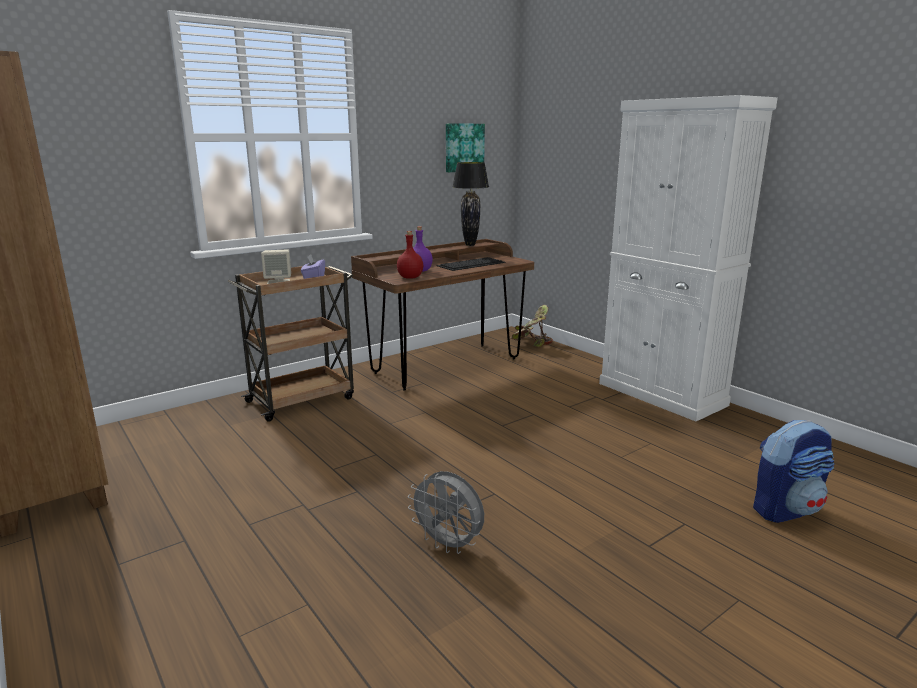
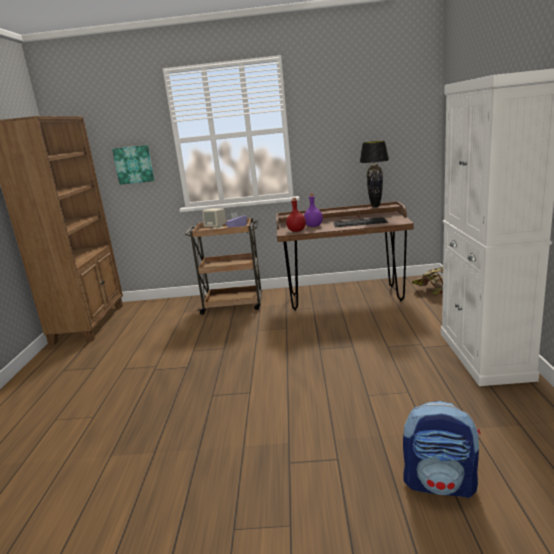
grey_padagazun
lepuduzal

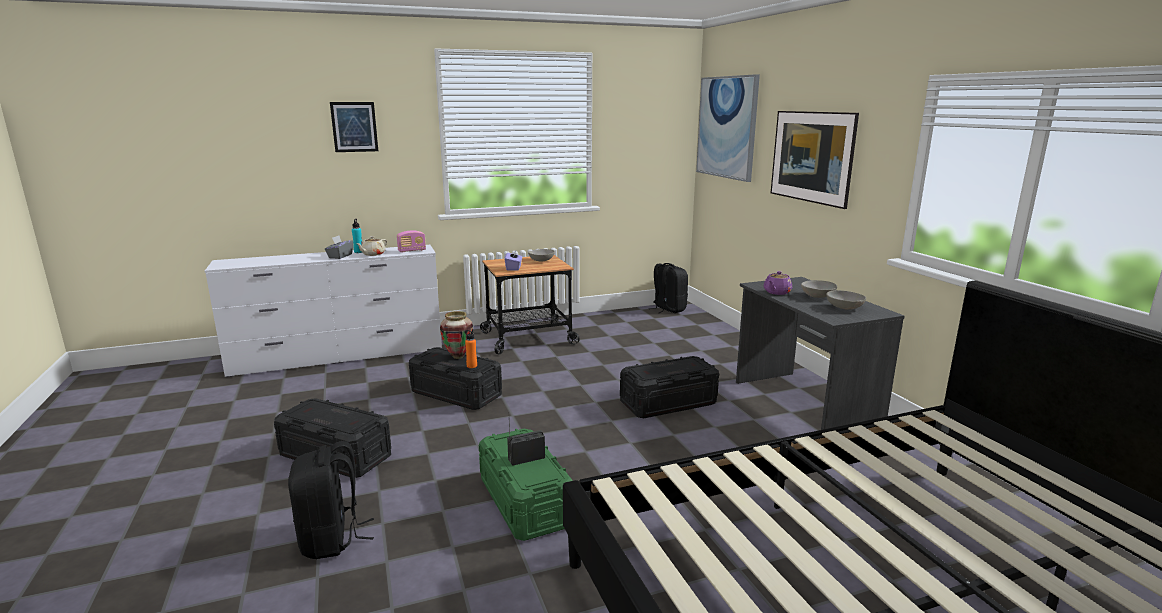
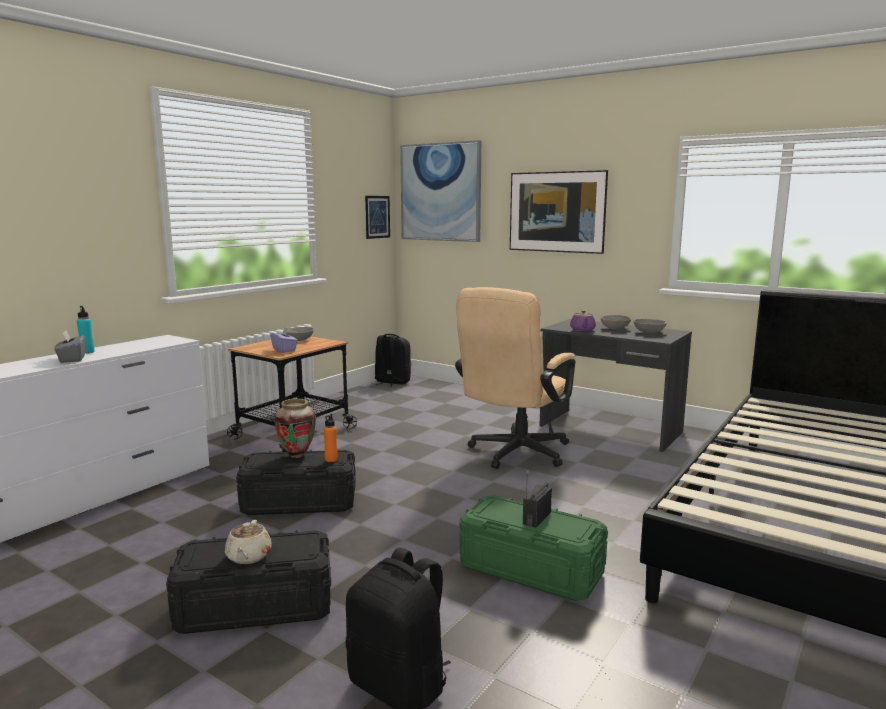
lepuduzal (no. 1 from left)
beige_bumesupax
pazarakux (no. 1 from left in the first image)
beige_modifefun

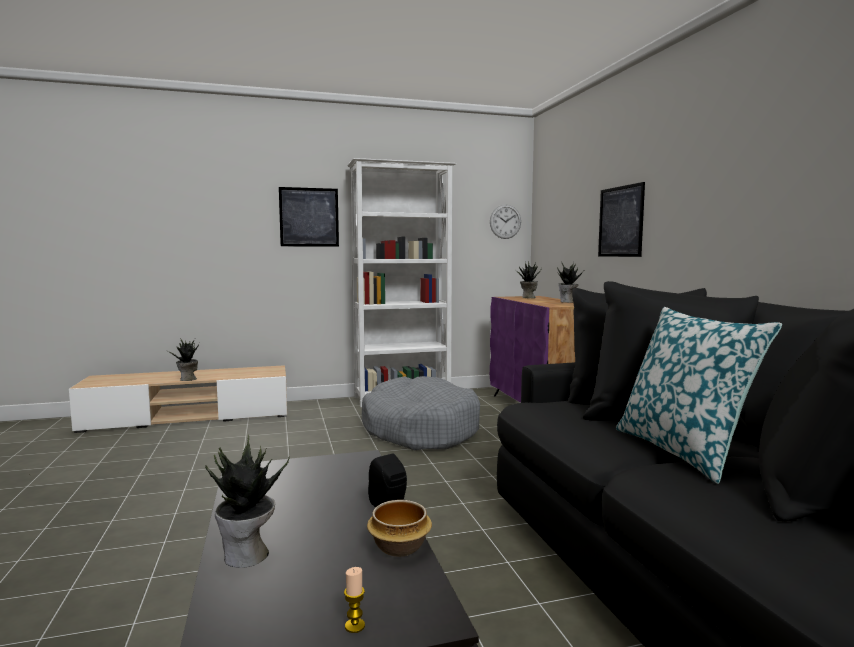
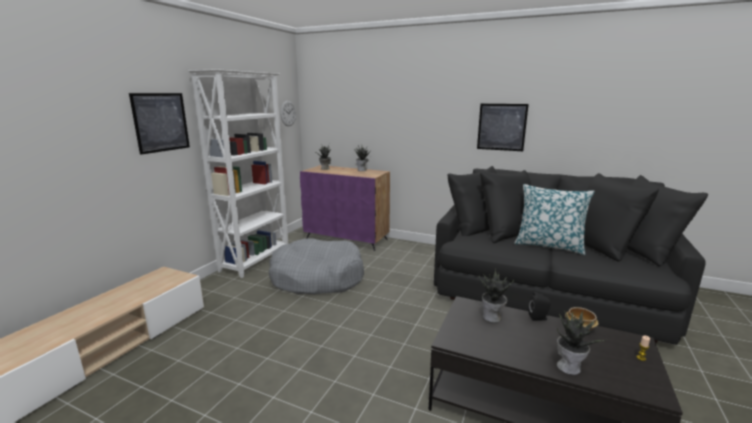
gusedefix (no. 3 from left)
lepuduzal (no. 2 from left)

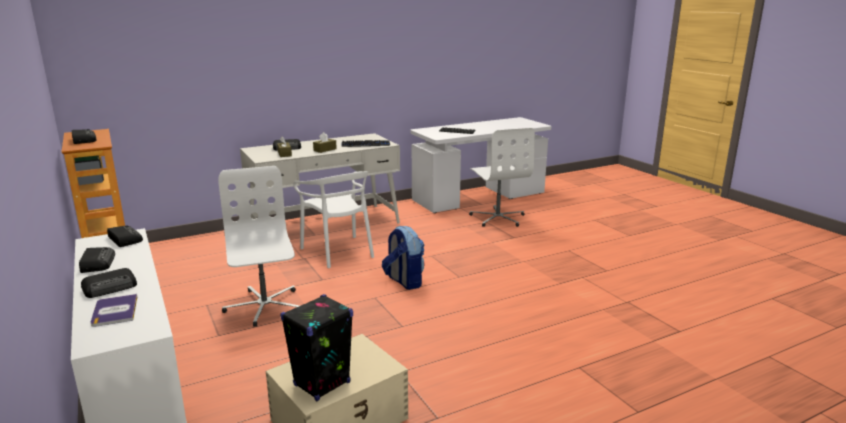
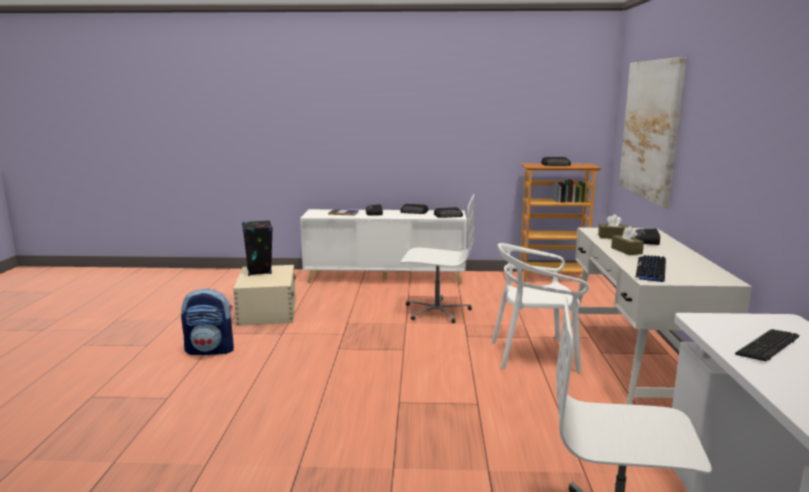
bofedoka
lepuduzal

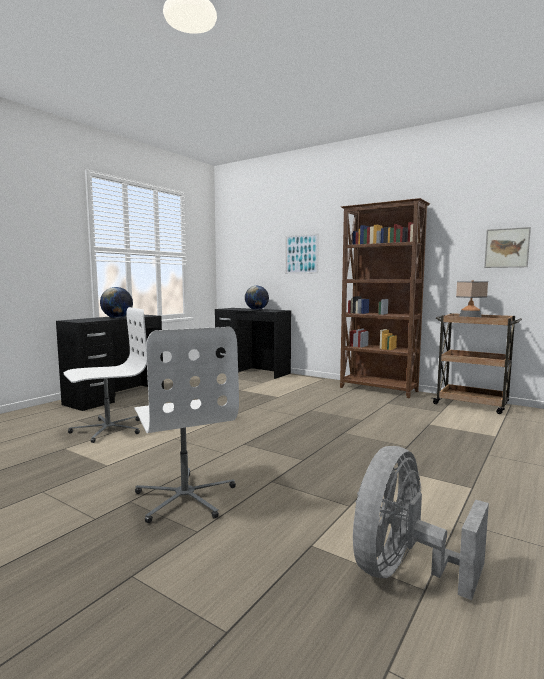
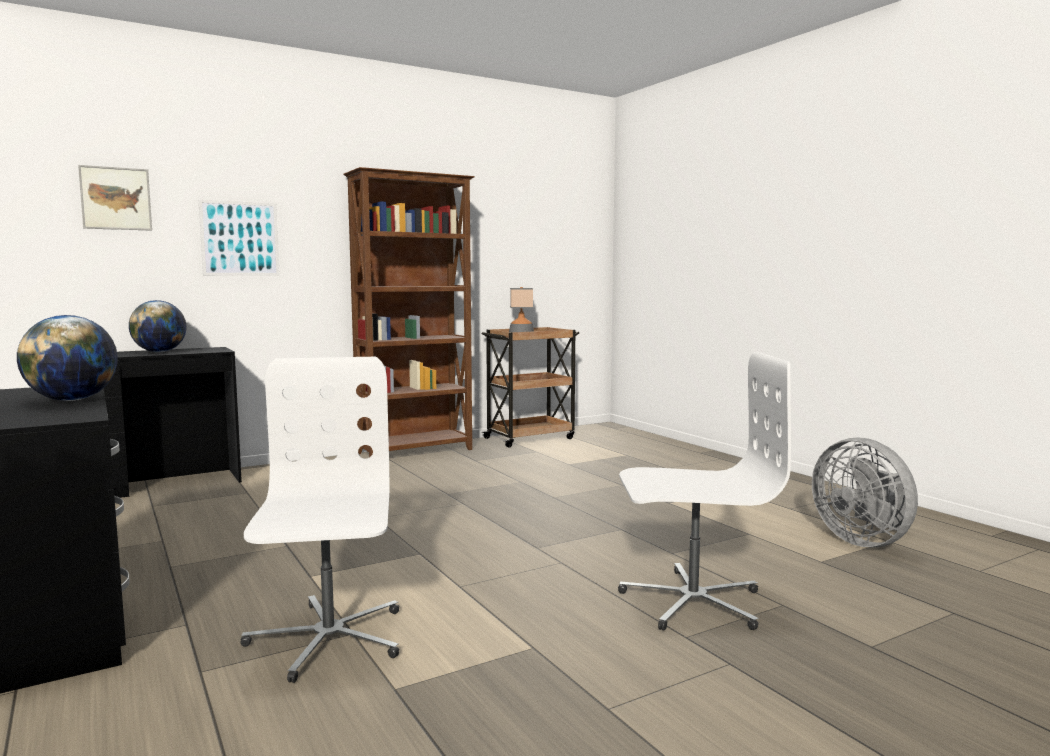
lepuduzal (no. 1 from left)

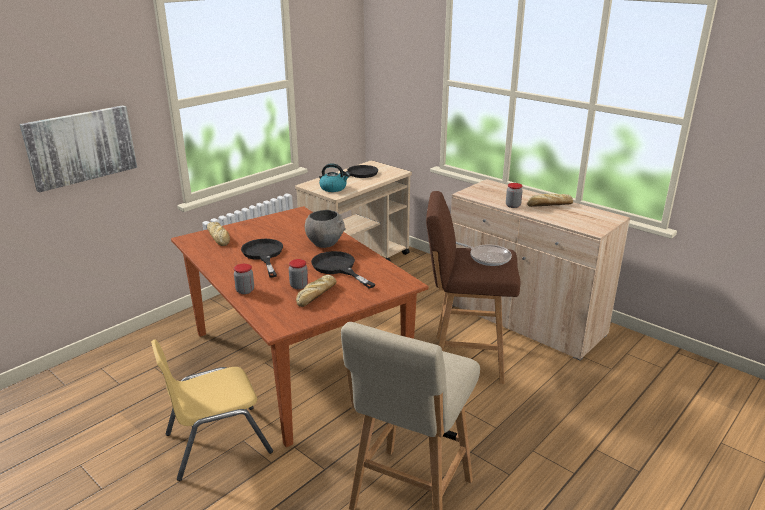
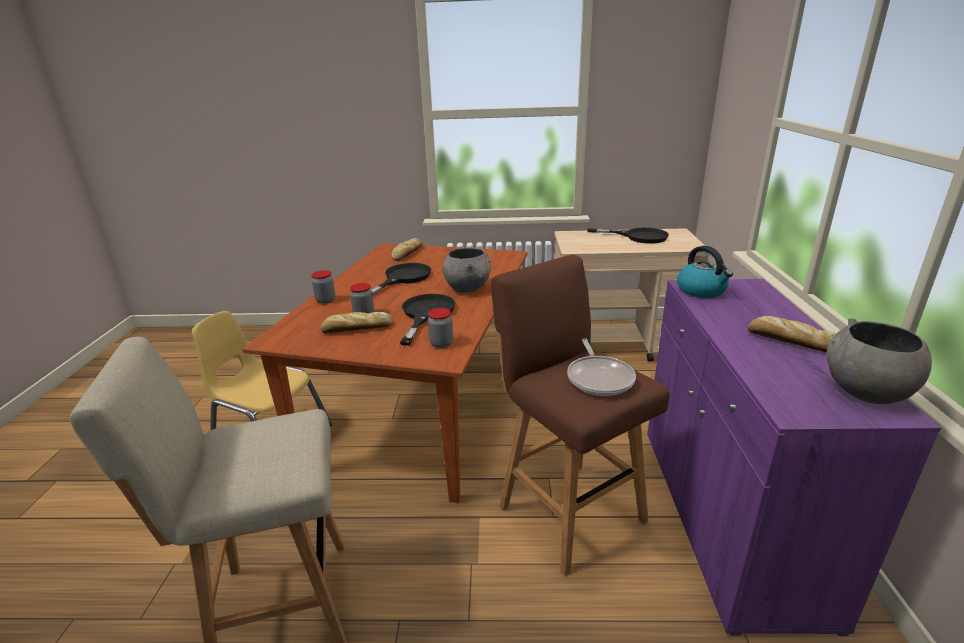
lepuduzal
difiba
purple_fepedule
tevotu (no. 3 from left)
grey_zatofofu (no. 2 from left)

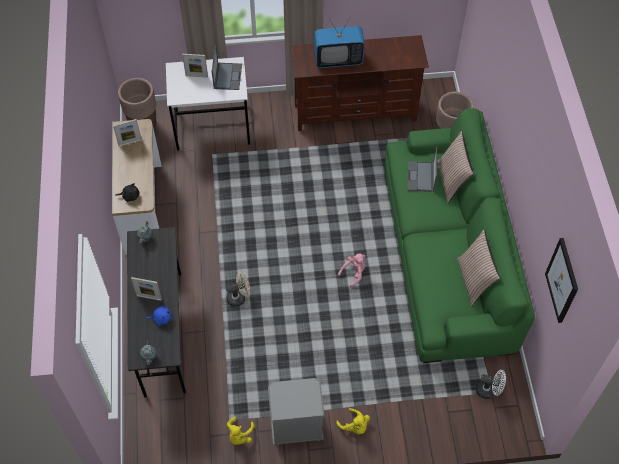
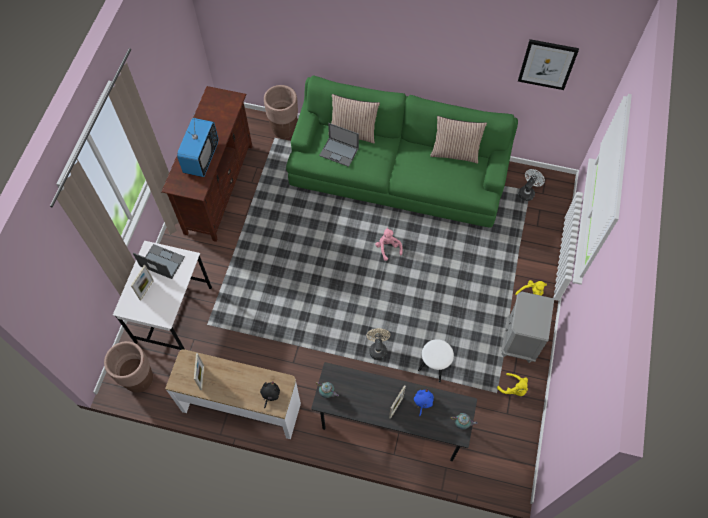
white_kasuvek

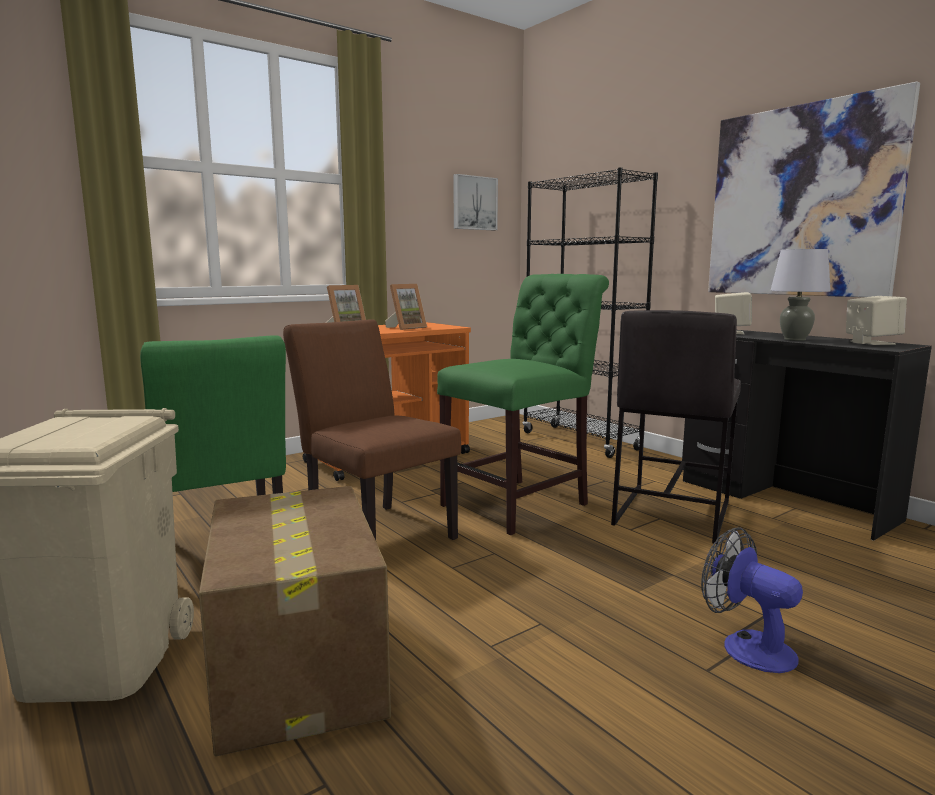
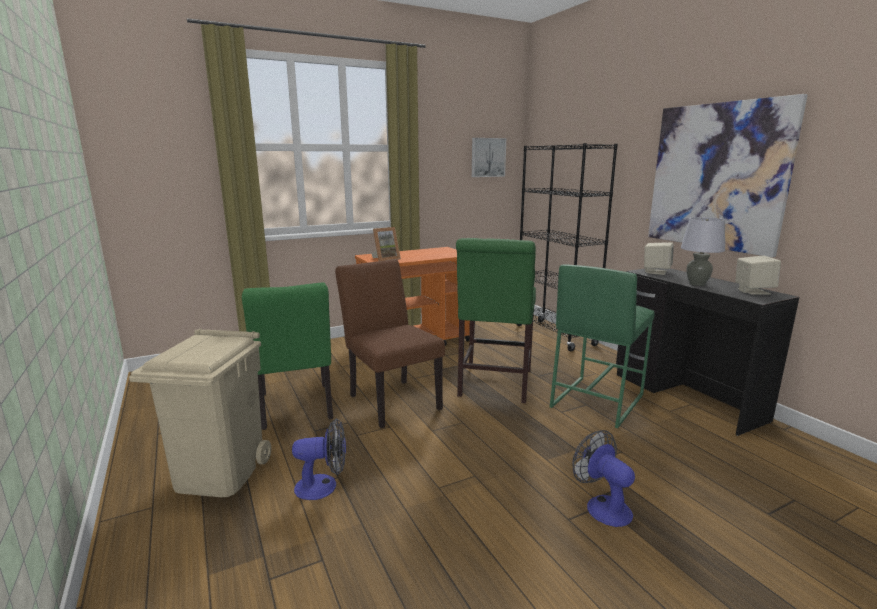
padagazun (no. 1 from left)
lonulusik (no. 2 from left in the first image)
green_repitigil (no. 2 from left)
green_kasuvek

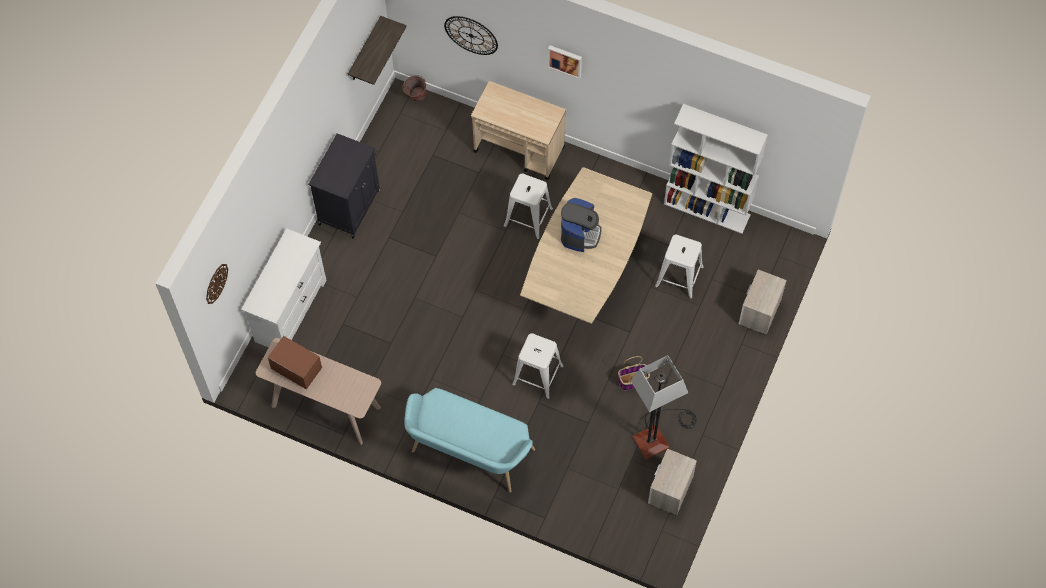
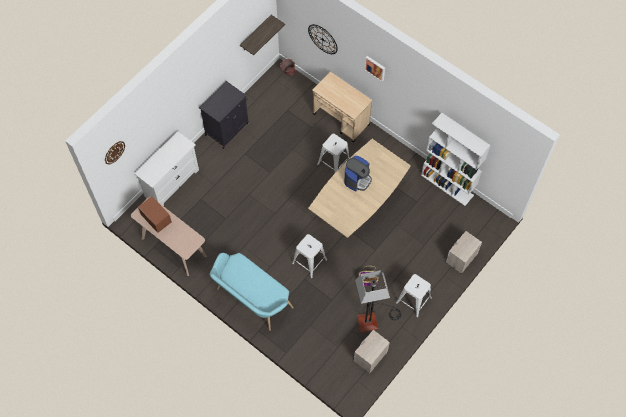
white_kasuvek (no. 3 from left)

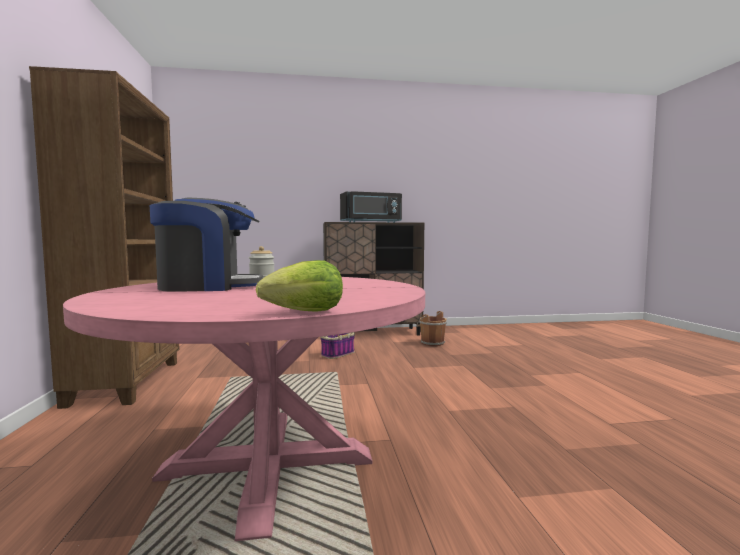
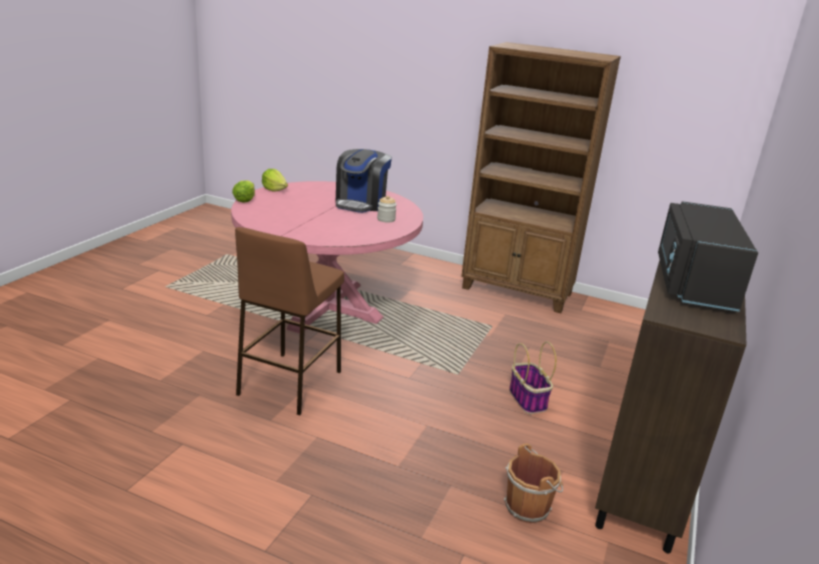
brown_kasuvek
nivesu (no. 2 from left)

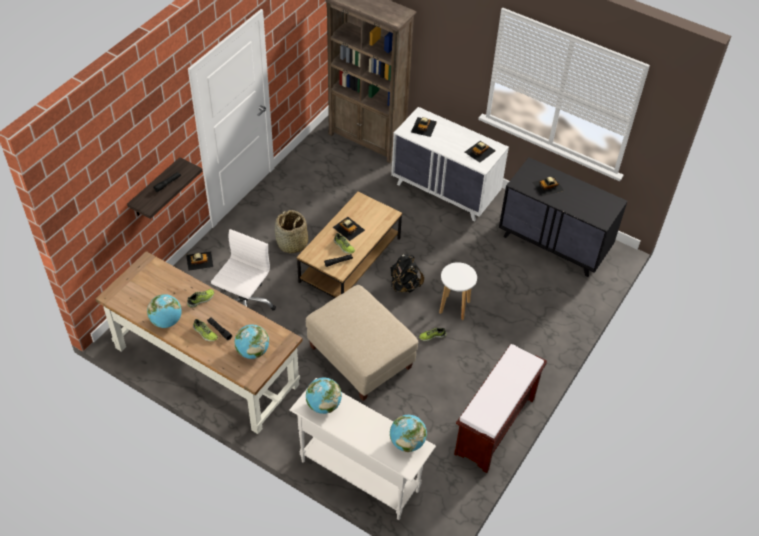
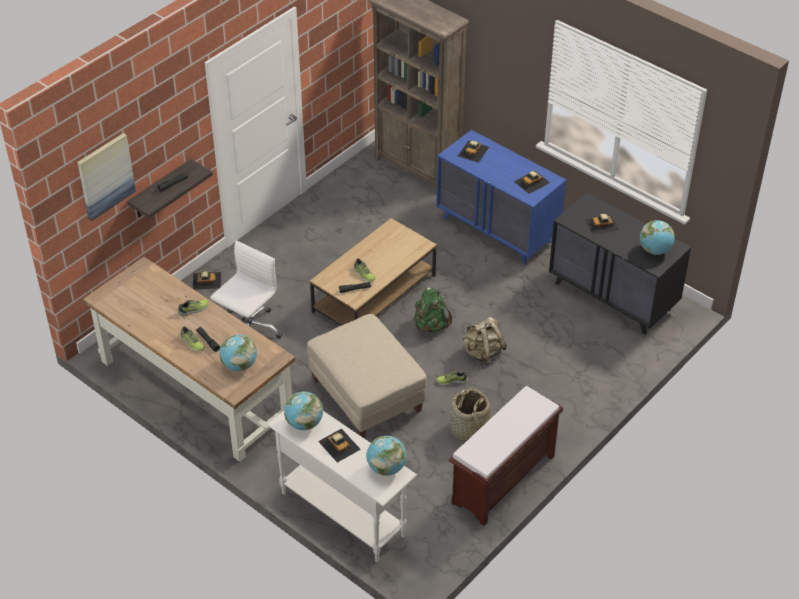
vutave (no. 4 from left)
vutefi
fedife (no. 2 from left)
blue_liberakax
green_bofedoka
beige_bofedoka
lepuduzal

